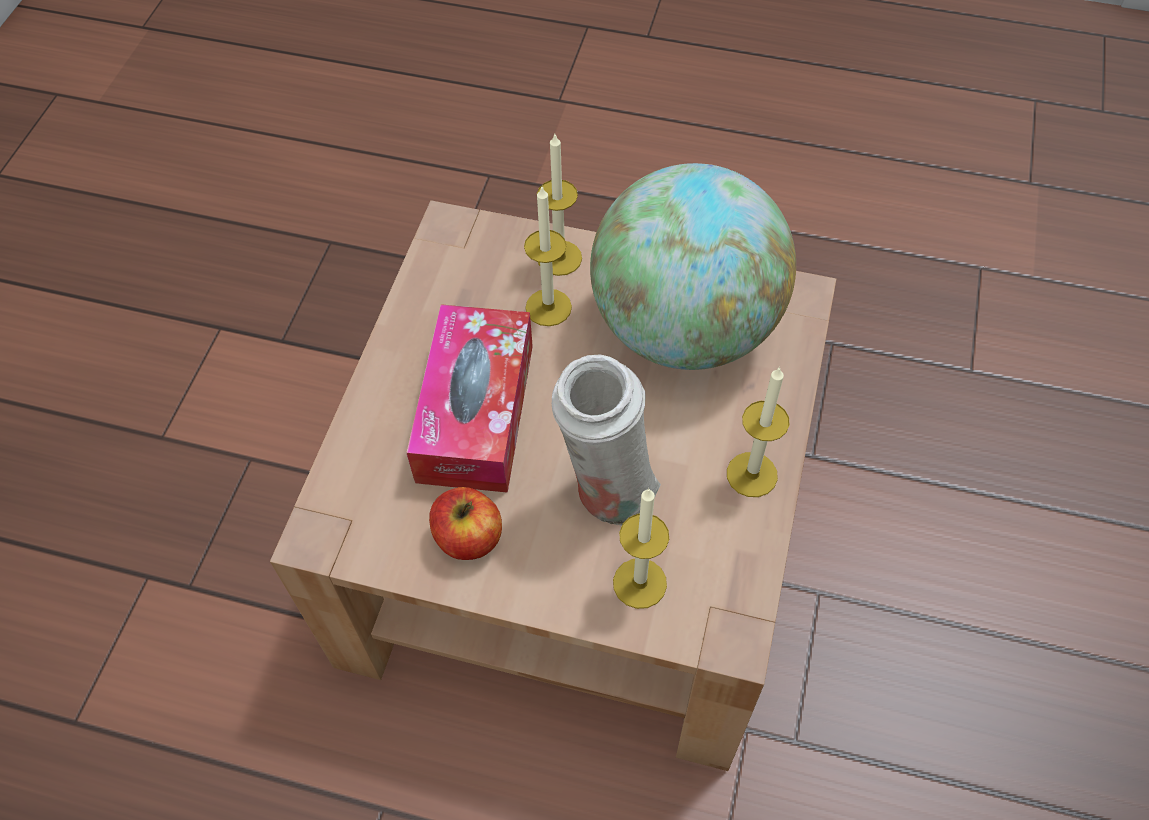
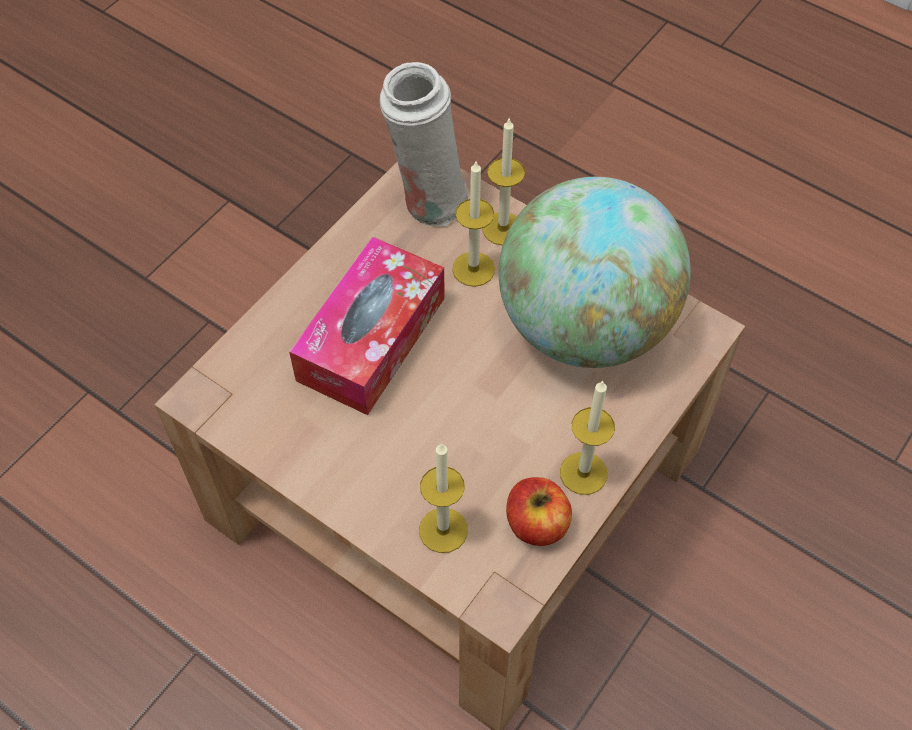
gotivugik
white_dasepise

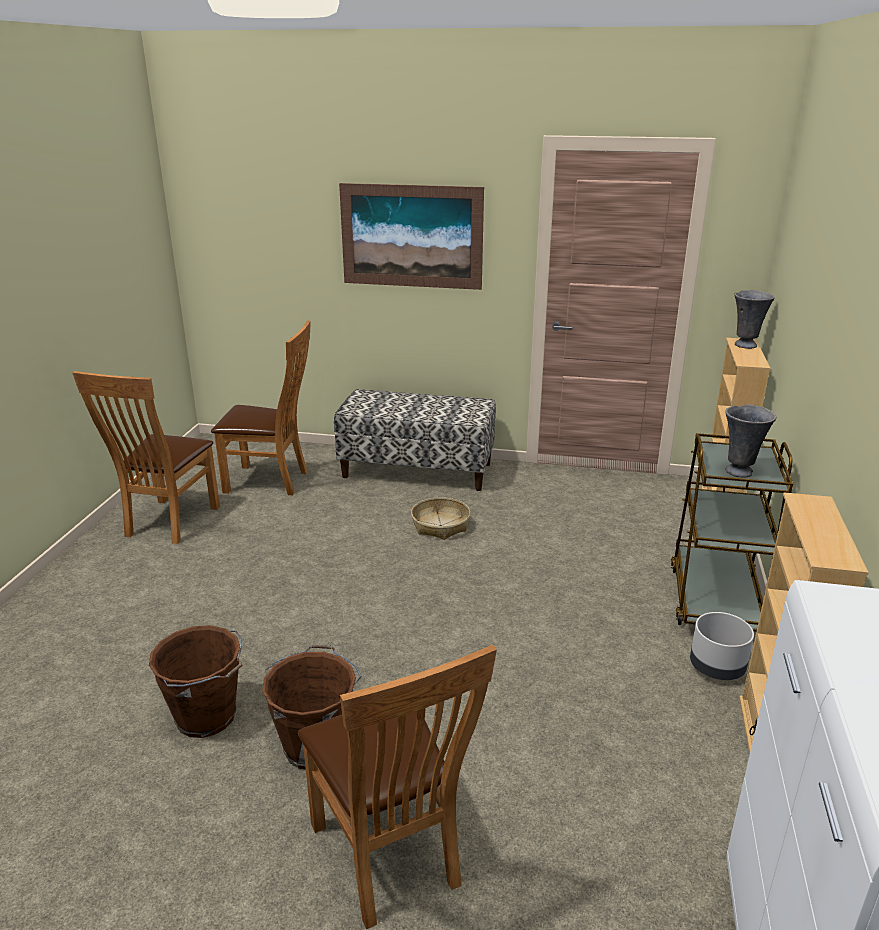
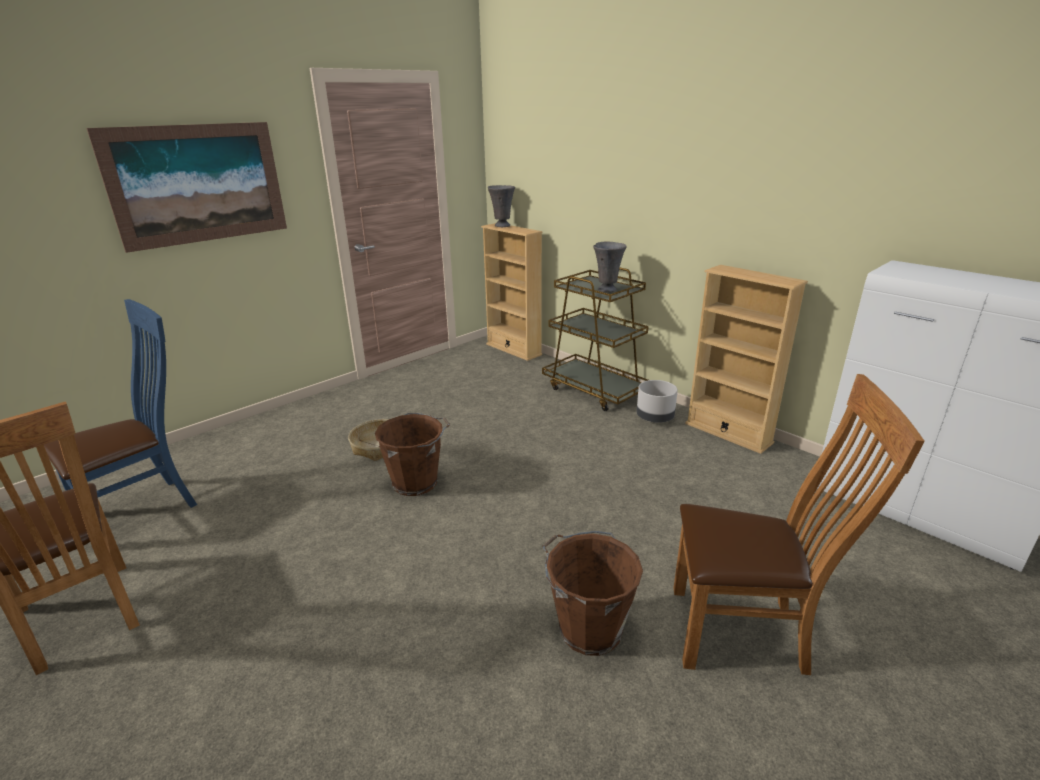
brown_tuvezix (no. 1 from left)
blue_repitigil
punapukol

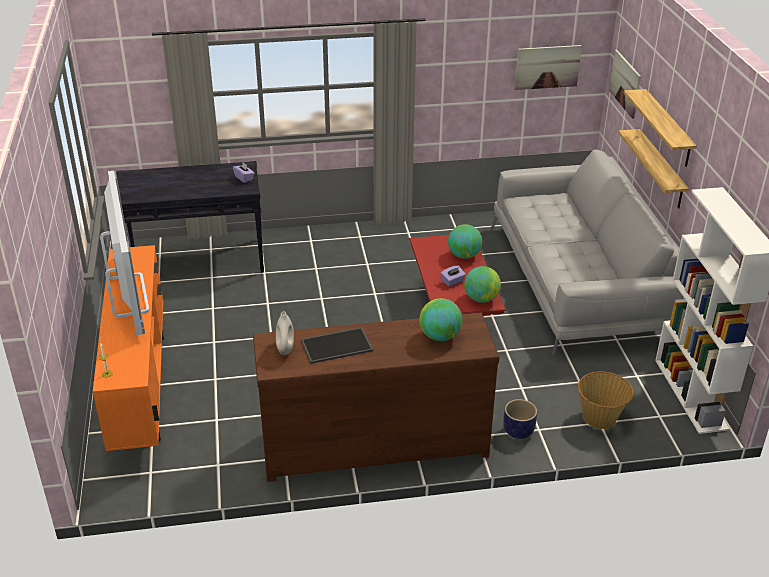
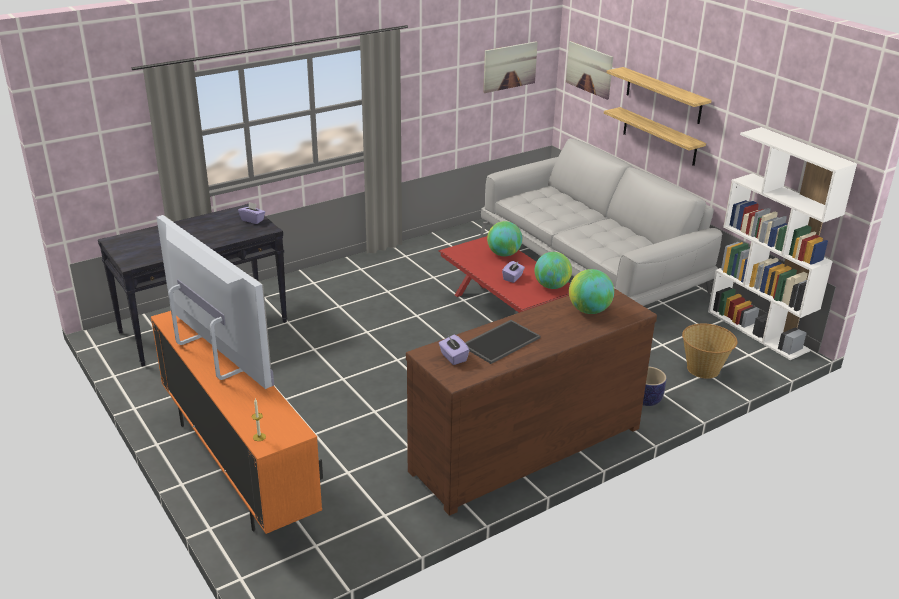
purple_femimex (no. 2 from left)

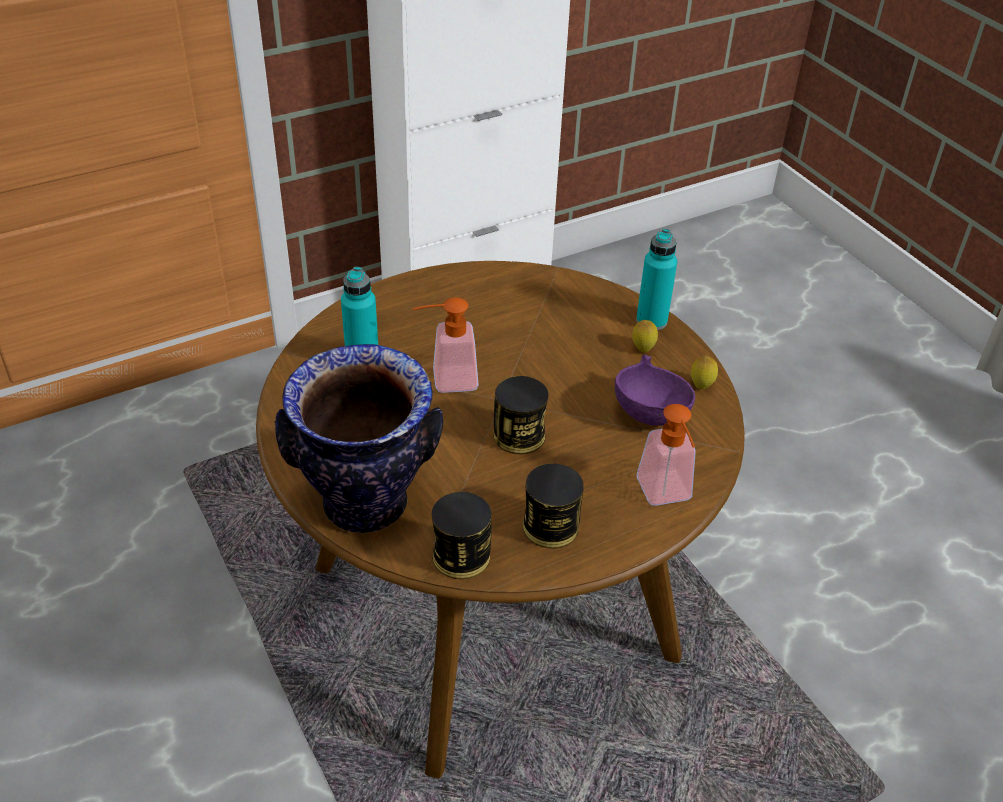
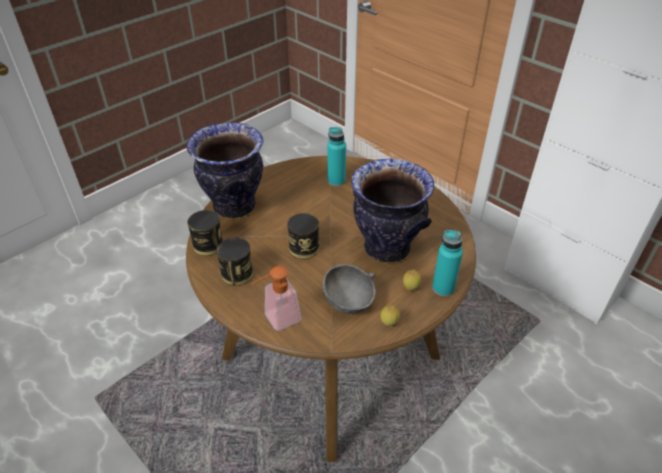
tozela (no. 1 from left in the first image)
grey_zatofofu
dasepise (no. 2 from left)

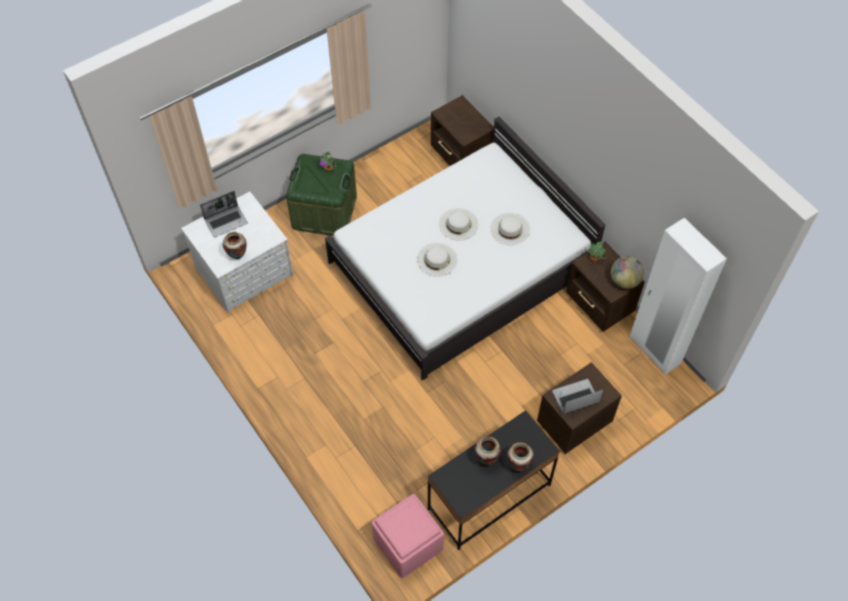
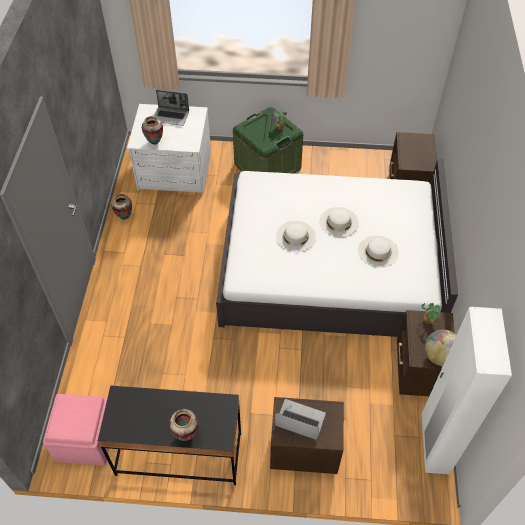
dasepise (no. 1 from left)

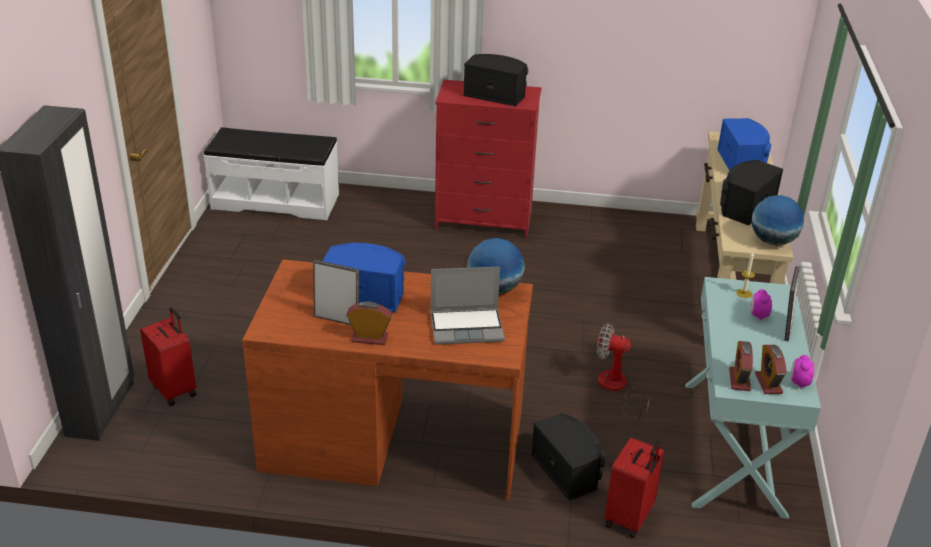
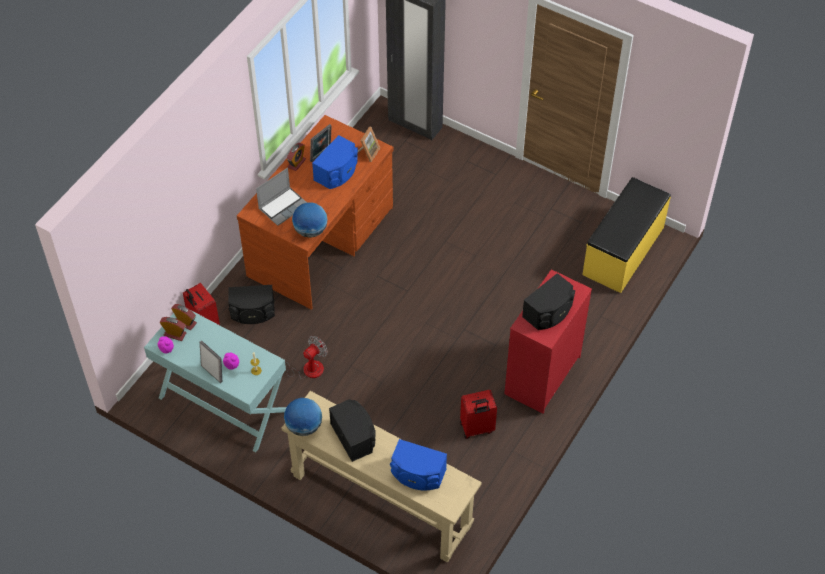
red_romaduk (no. 2 from left)
yellow_punapukol
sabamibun
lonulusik (no. 3 from left)

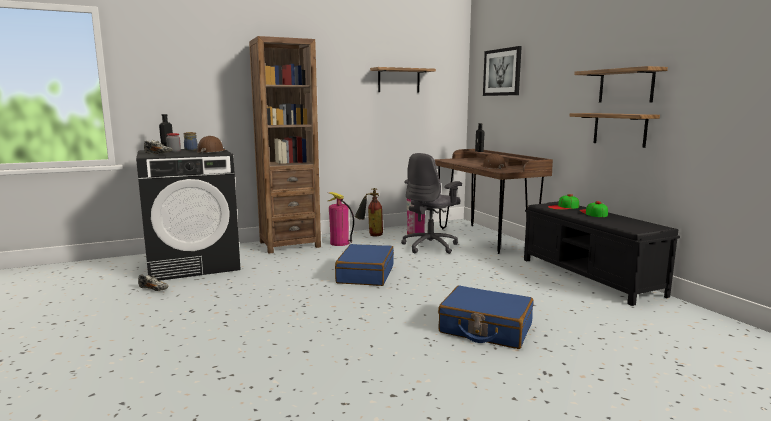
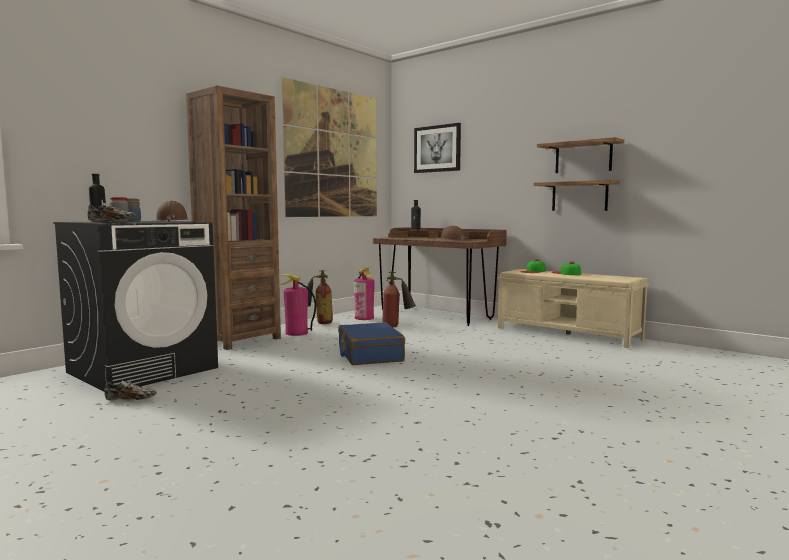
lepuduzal (no. 1 from left)
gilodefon (no. 4 from left)
blue_romaduk (no. 2 from left in the first image)
beige_punapukol

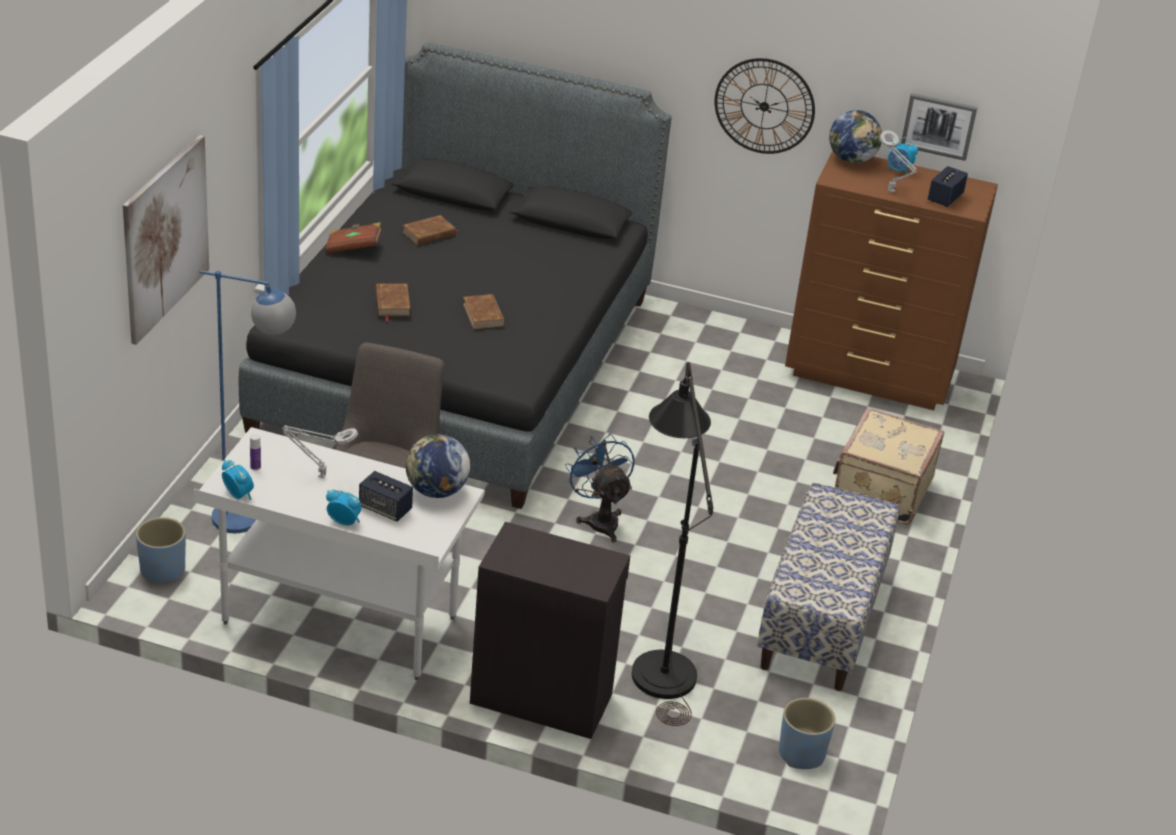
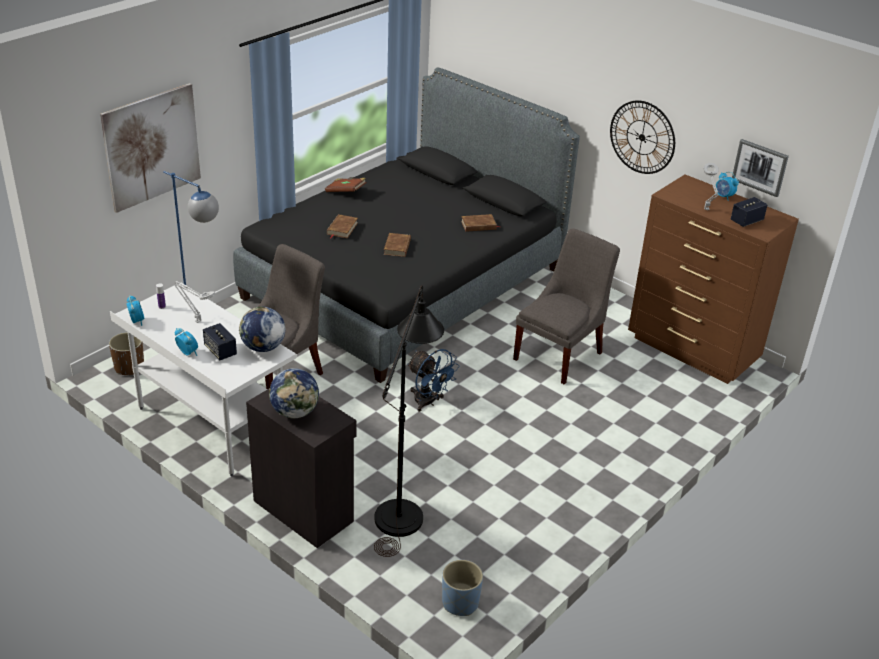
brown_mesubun
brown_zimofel (no. 4 from left)
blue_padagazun
punapukol
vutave (no. 2 from left)
beige_romaduk
grey_repitigil (no. 2 from left)

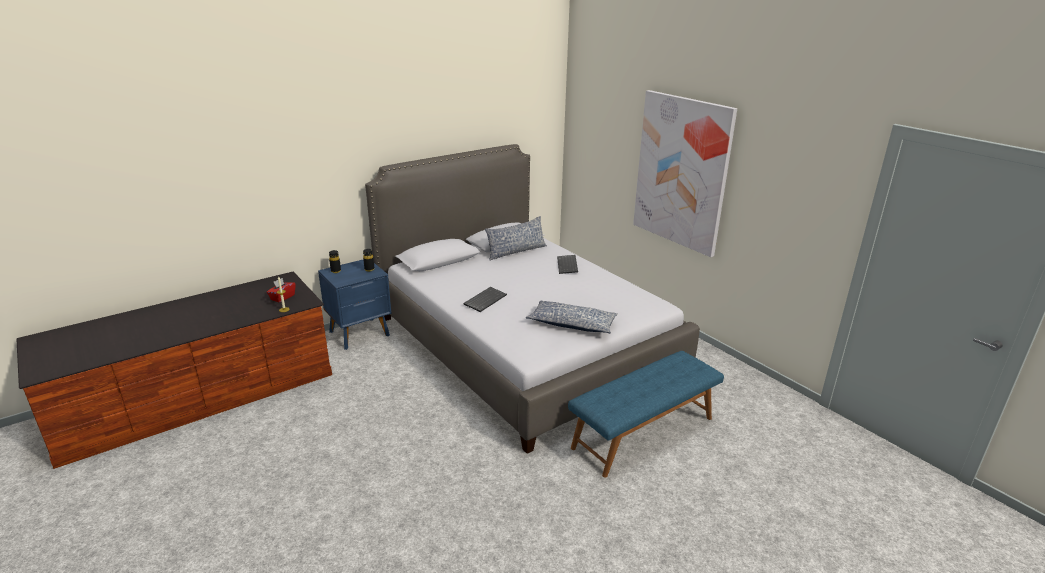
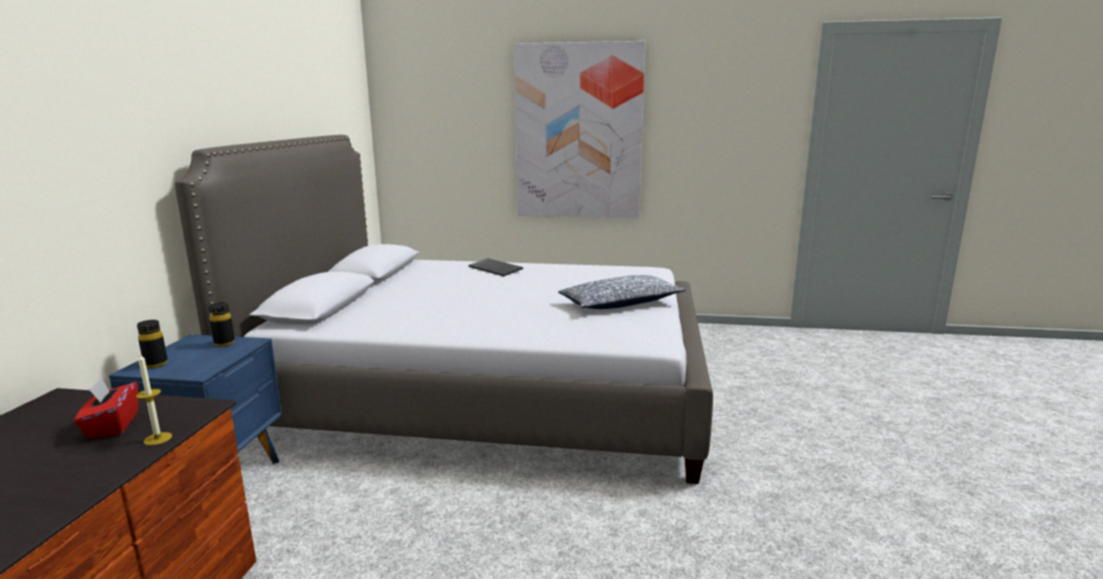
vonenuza (no. 1 from left in the first image)
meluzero (no. 1 from left in the first image)
blue_punapukol

